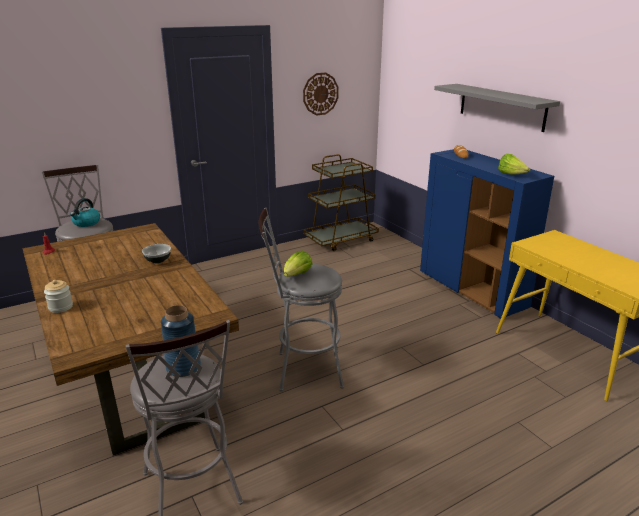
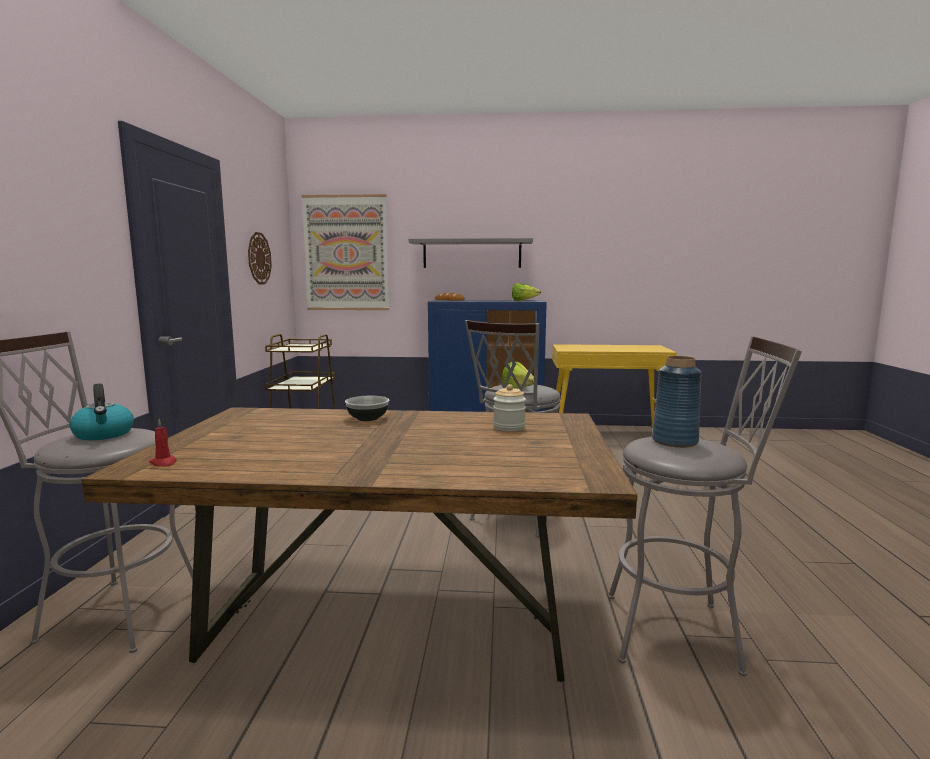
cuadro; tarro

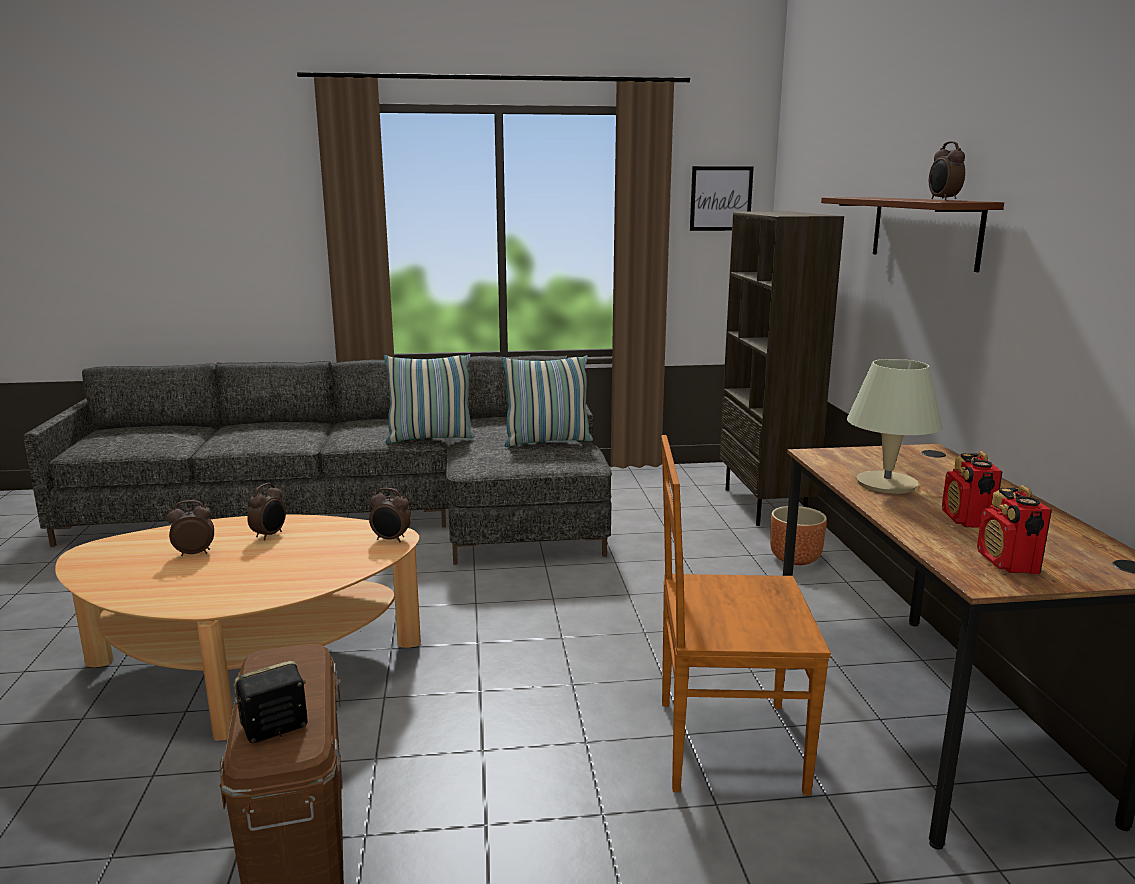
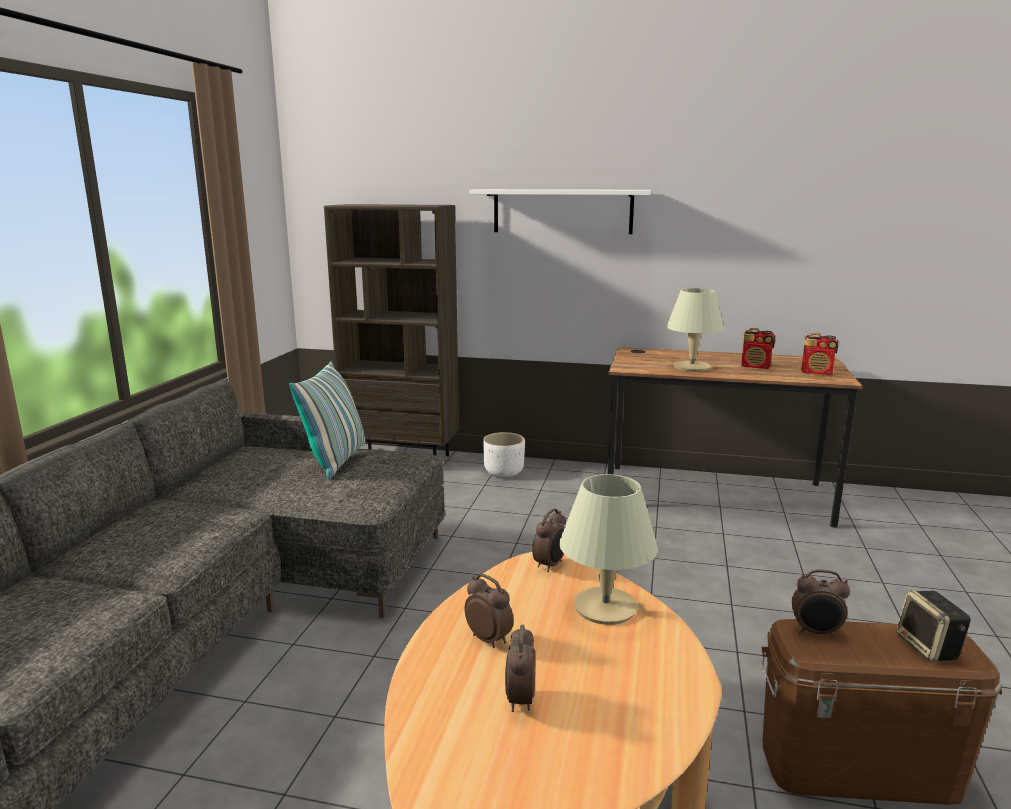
cojín (no. 1 from left in the first image); silla [marrón]; cuadro; lámpara de mesa [beis] (no. 1 from left); despertador (no. 4 from left); maceta [blanco]; estante [blanco]

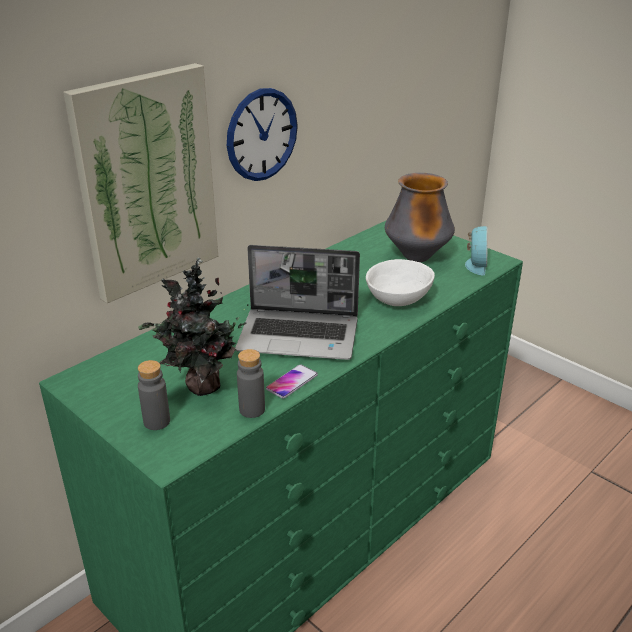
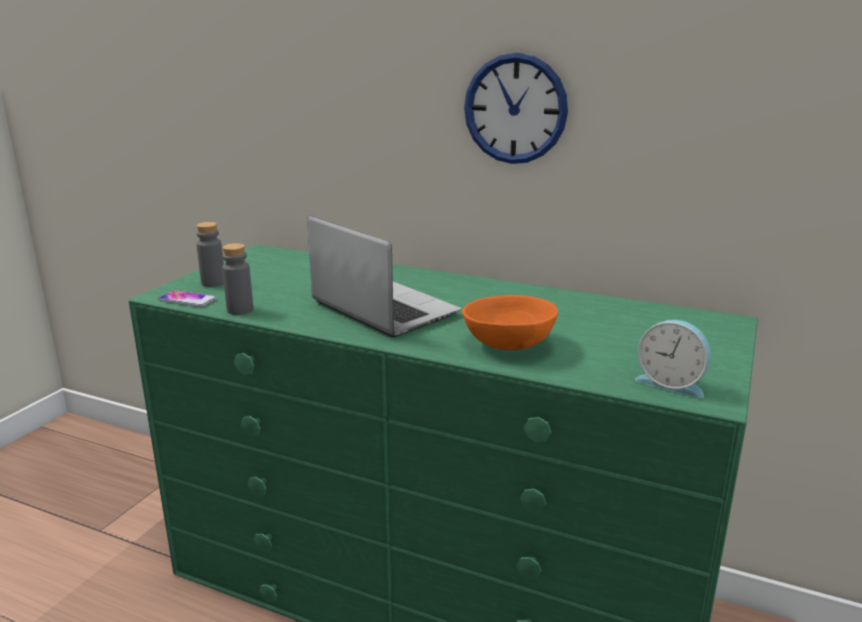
cuadro; planta en maceta; florero; móvil; cuenco [naranja]; portátil; despertador

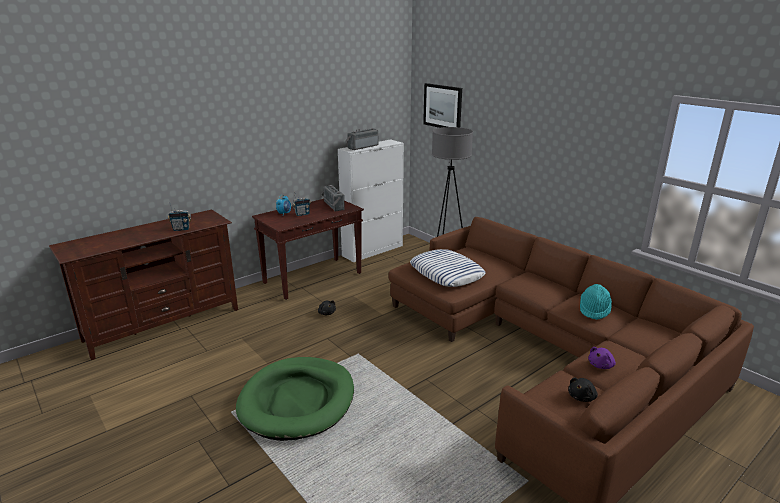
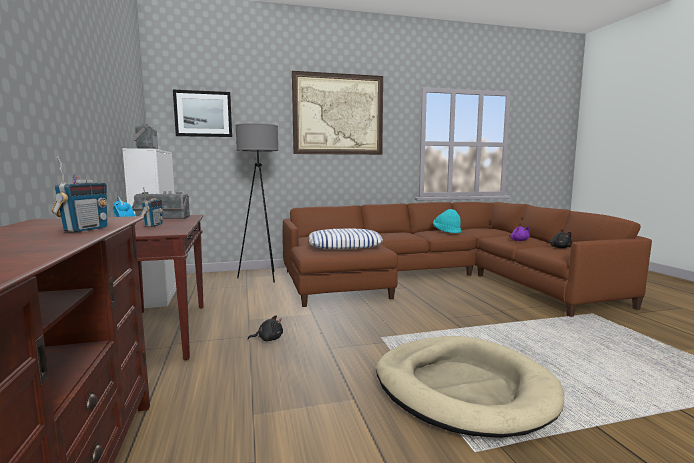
cuadro (no. 2 from left); cama para perro [beis]

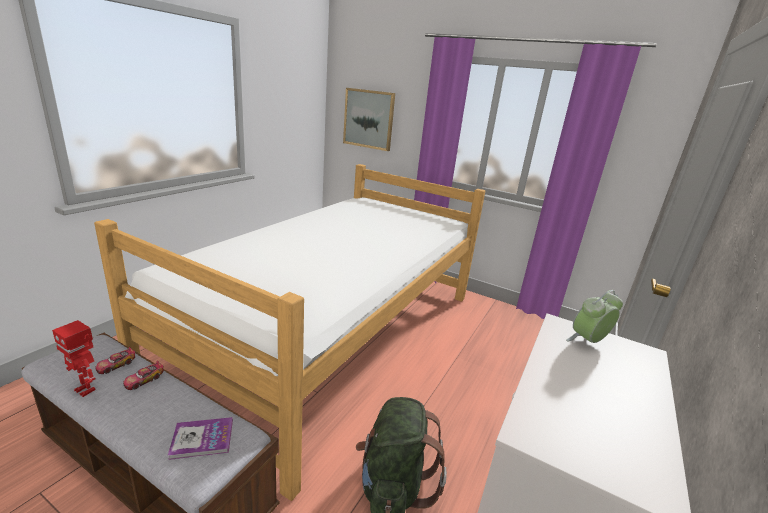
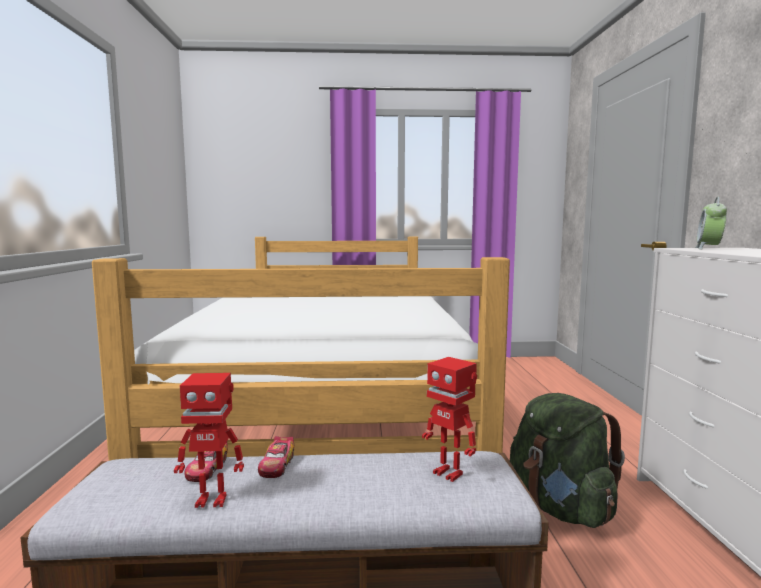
cuadro; robot de juguete (no. 2 from left)

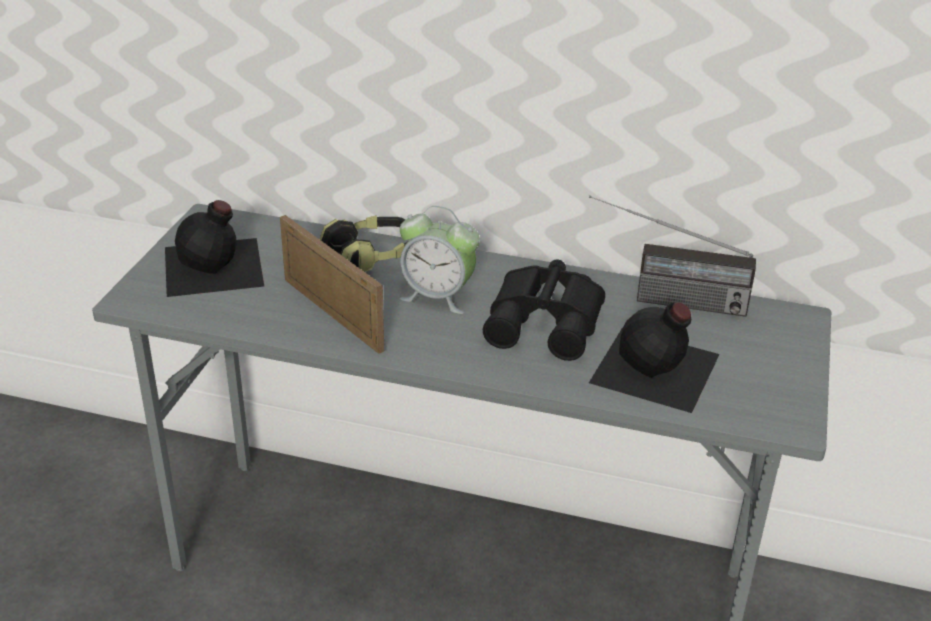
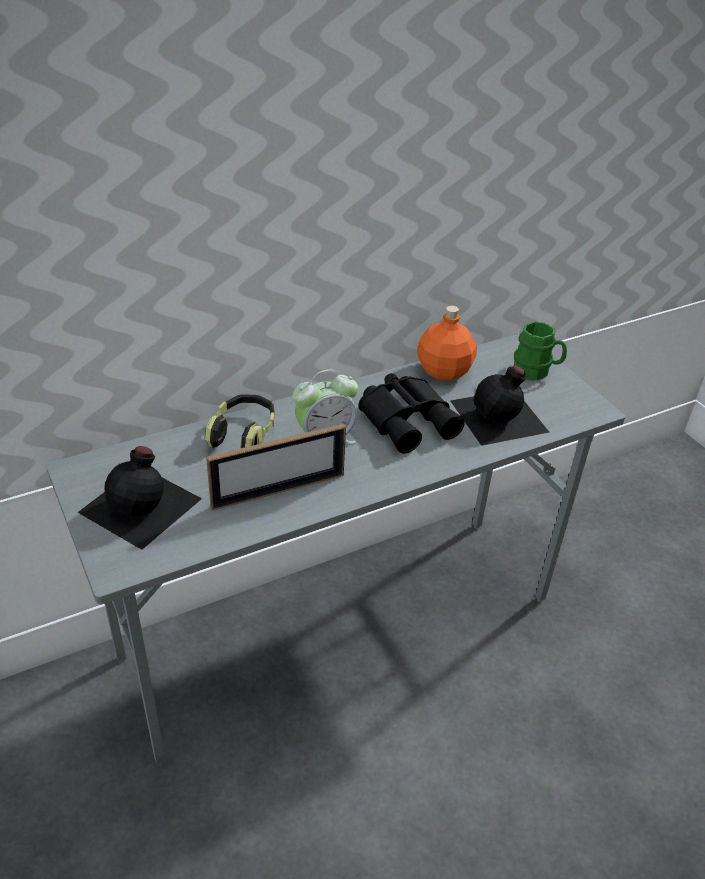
taza grande [verde]; botella [naranja]; portarretratos

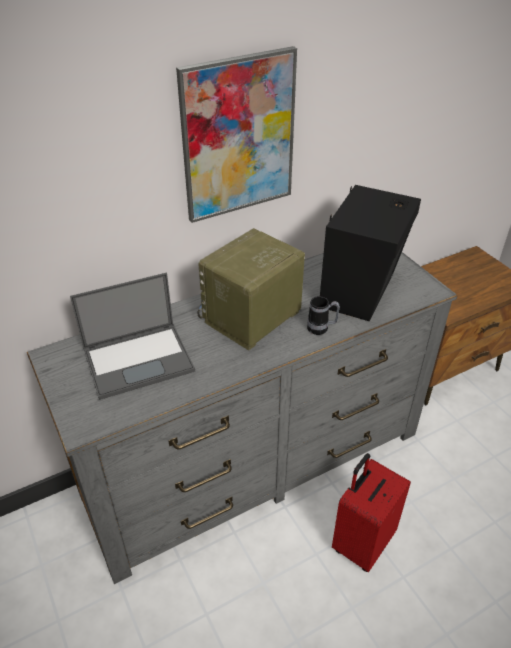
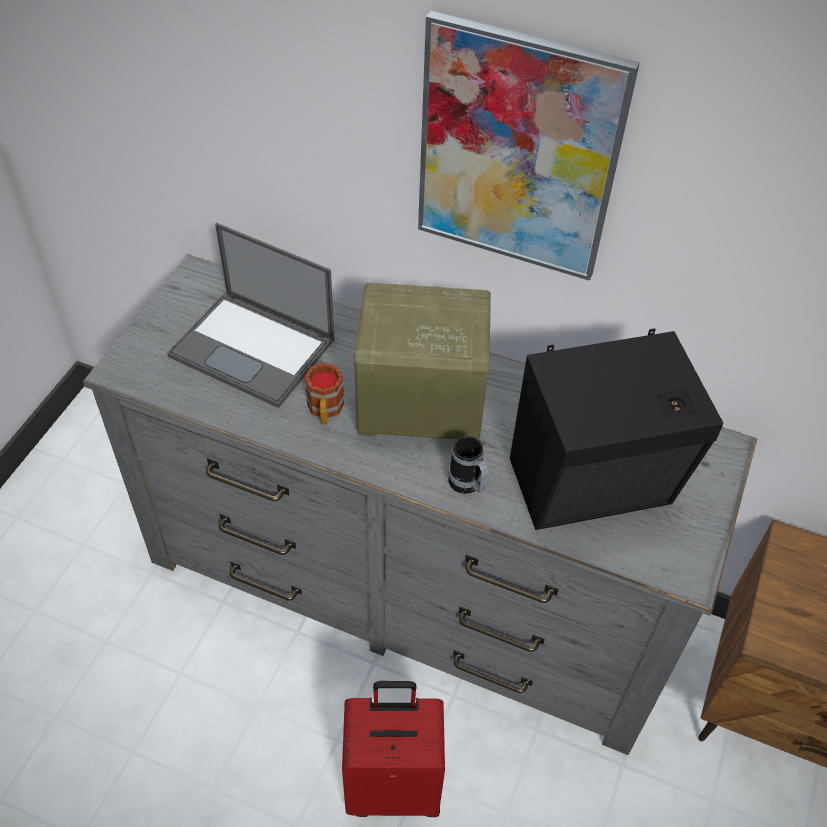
taza grande (no. 1 from left)

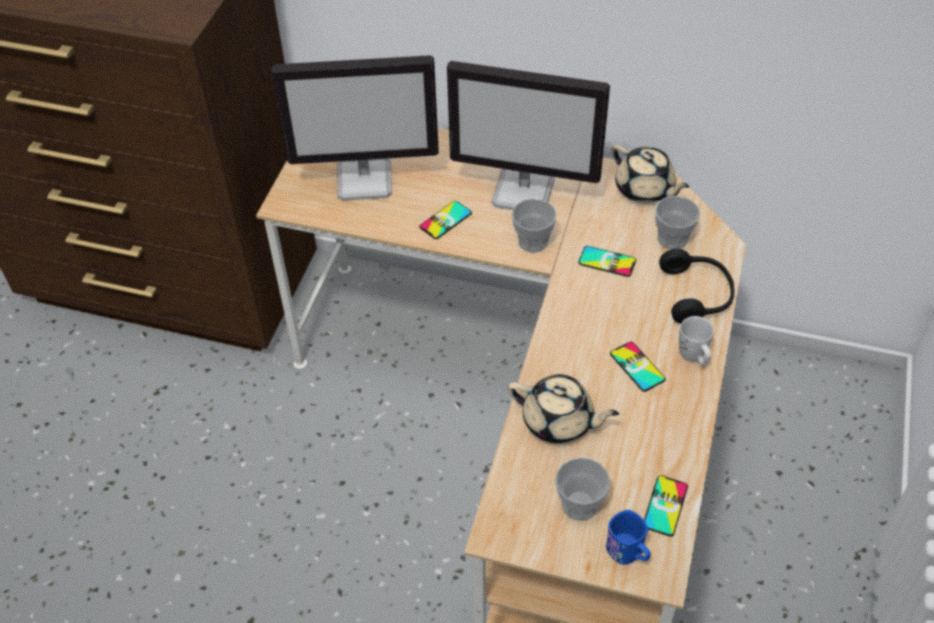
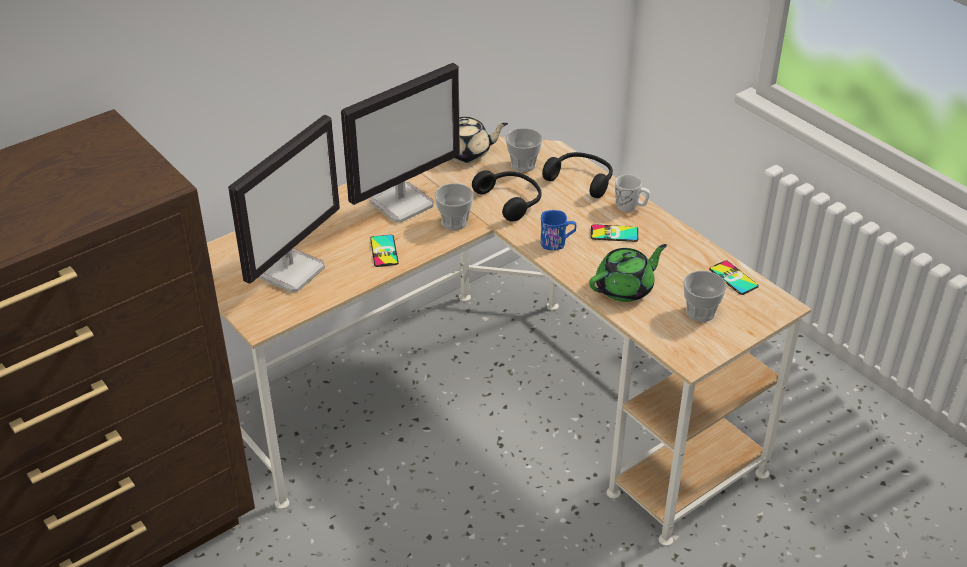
taza grande [azul]; auriculares [negro] (no. 1 from left); tetera [verde]

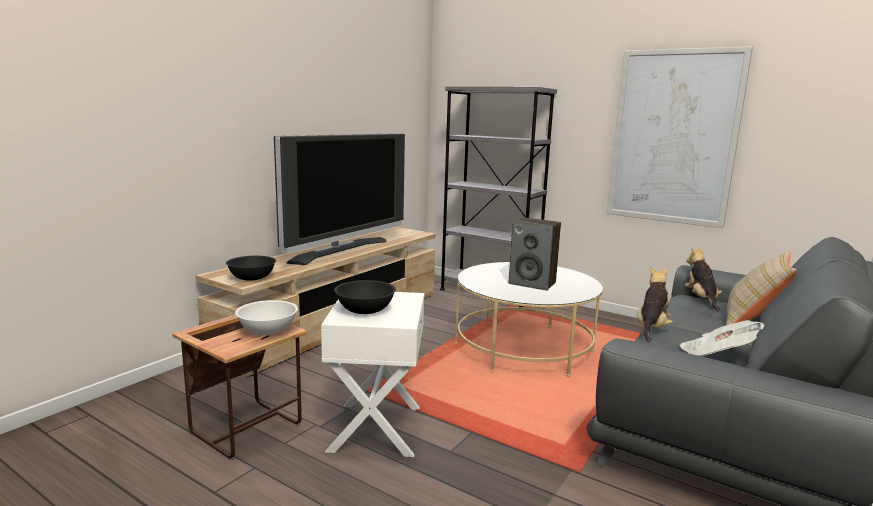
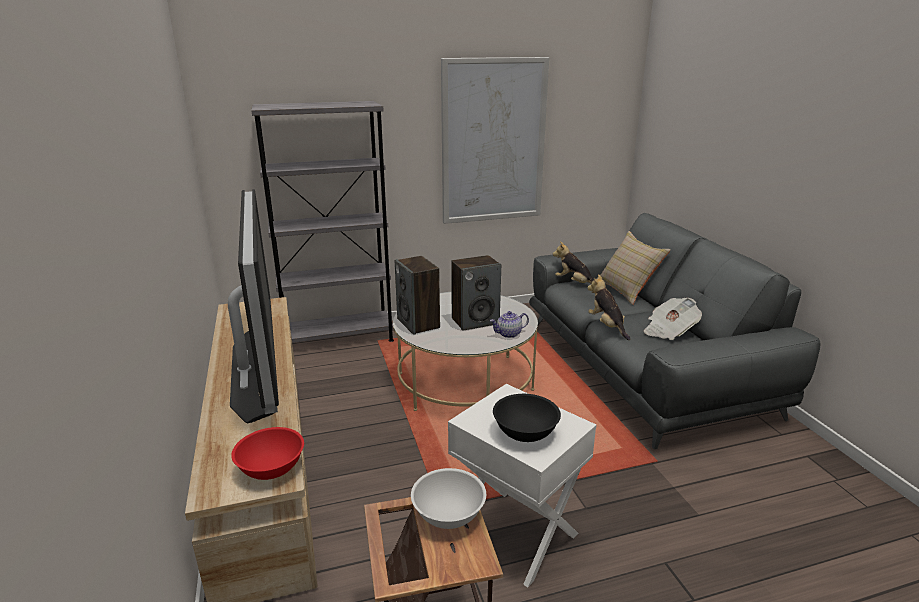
altavoz (no. 1 from left); tetera; cuenco [rojo]

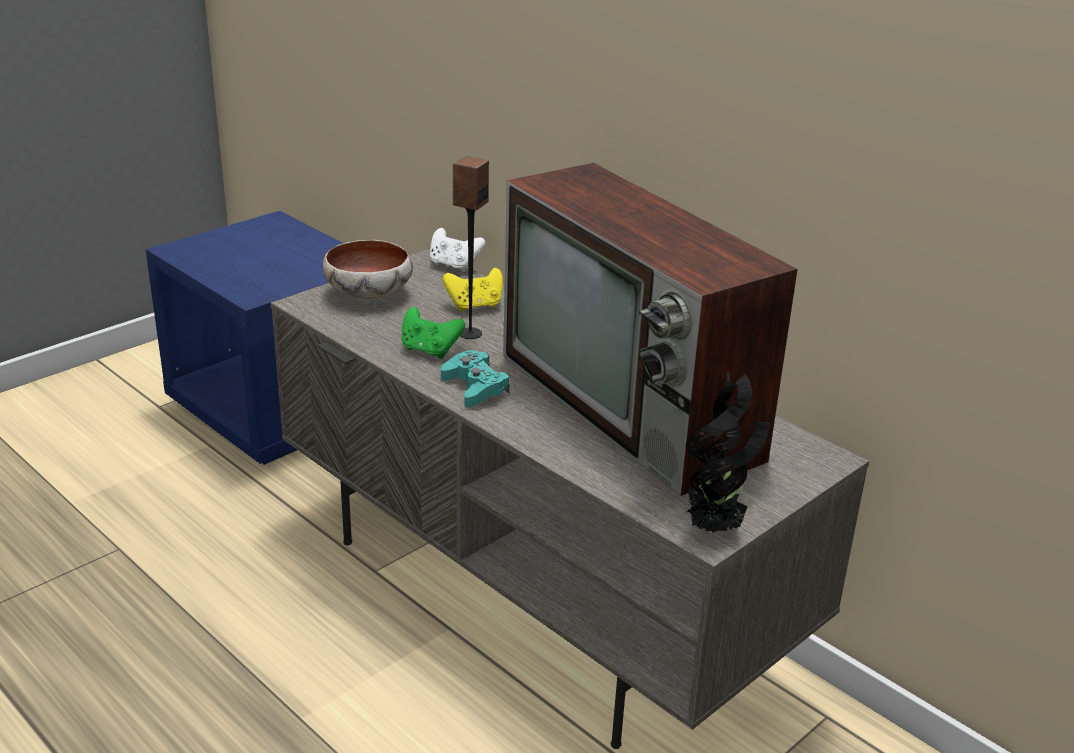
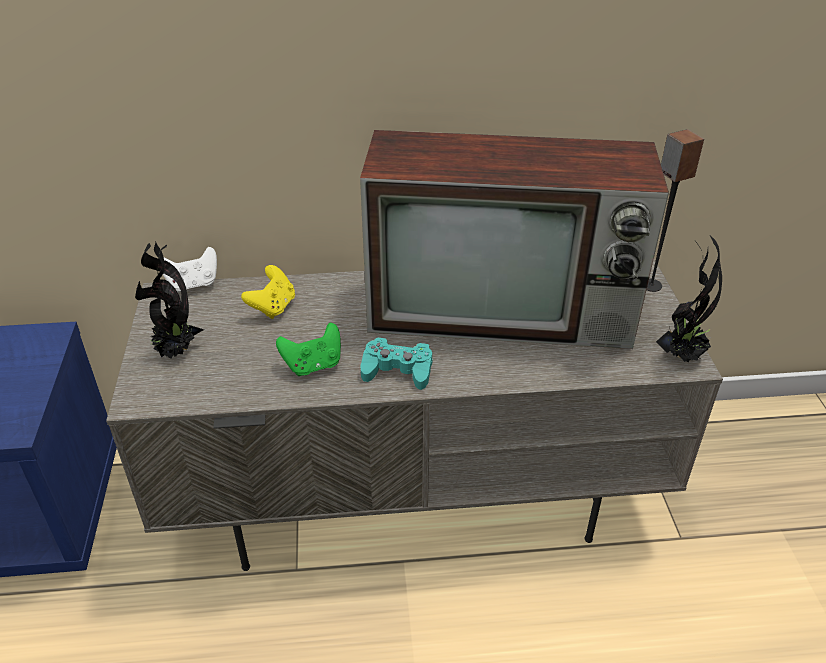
altavoz; planta en maceta (no. 1 from left)

